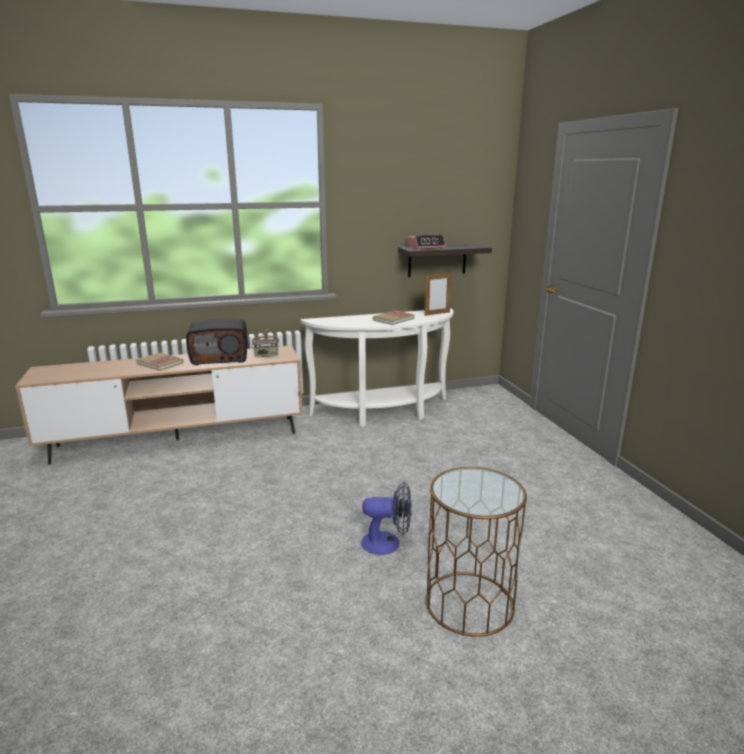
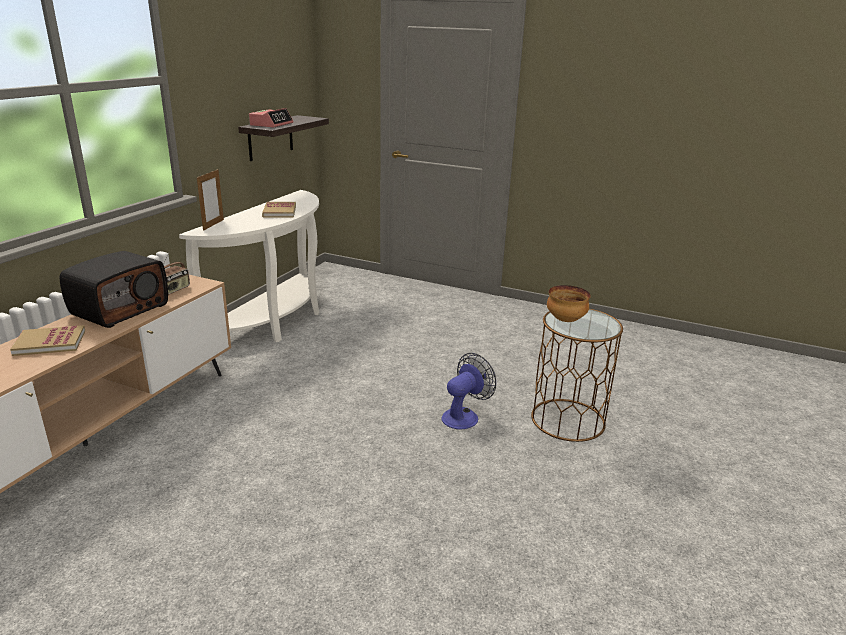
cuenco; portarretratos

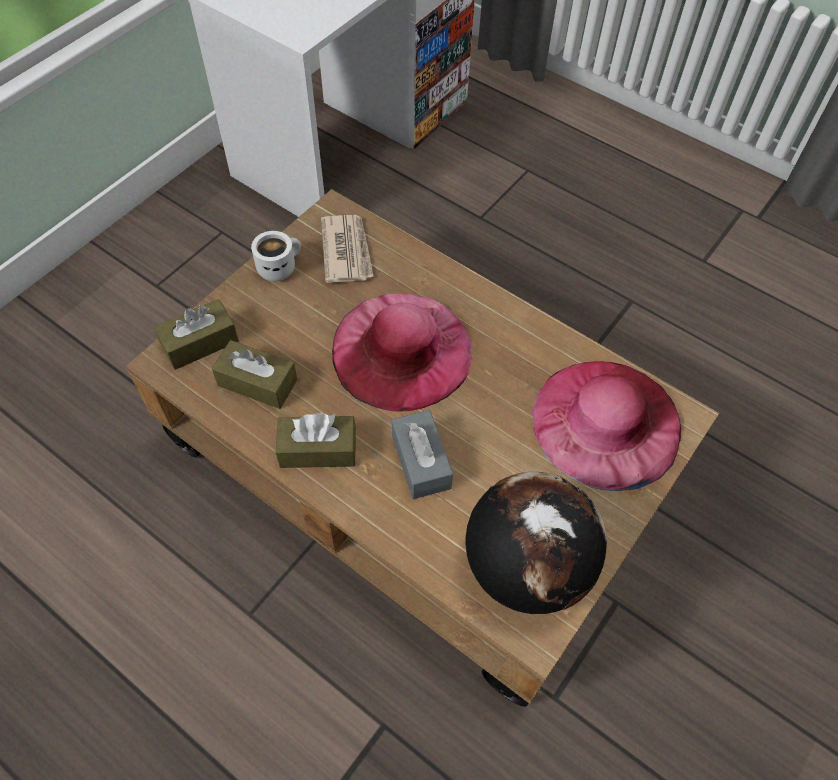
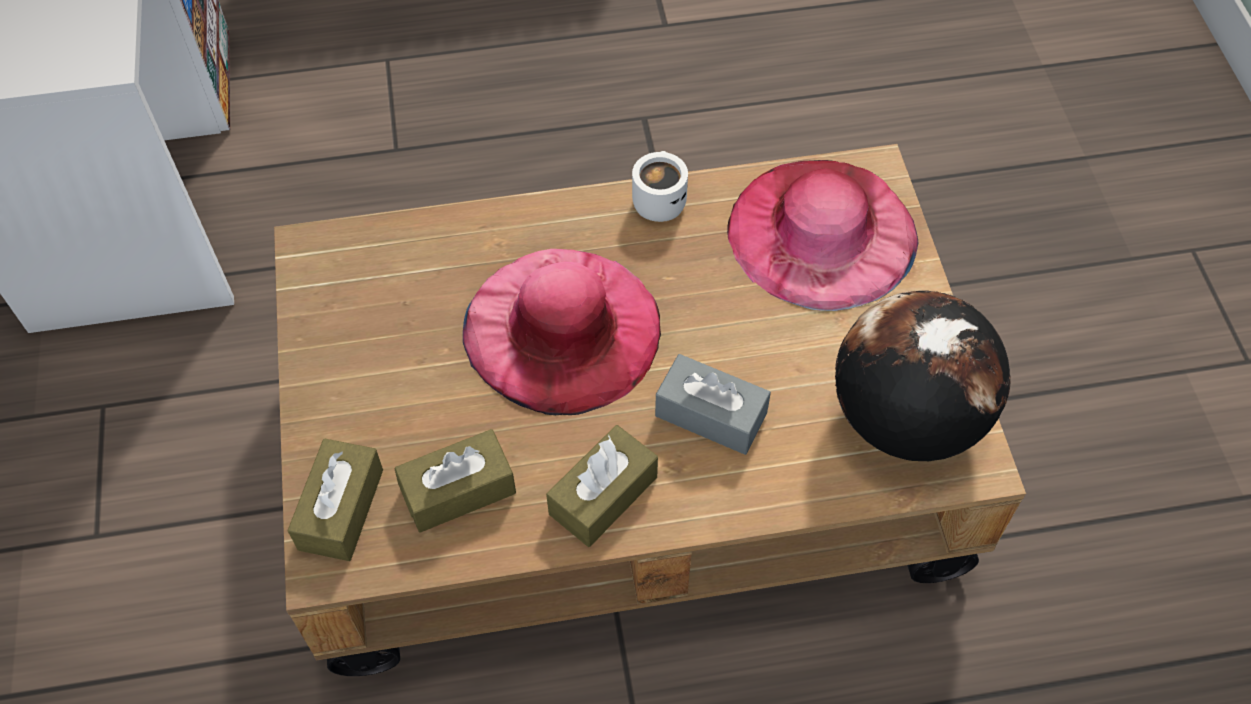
periódico; taza grande [blanco]

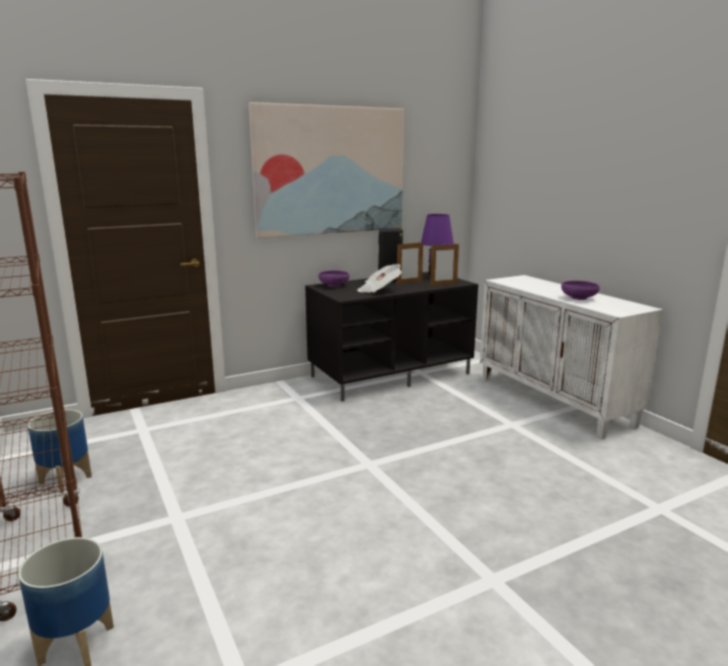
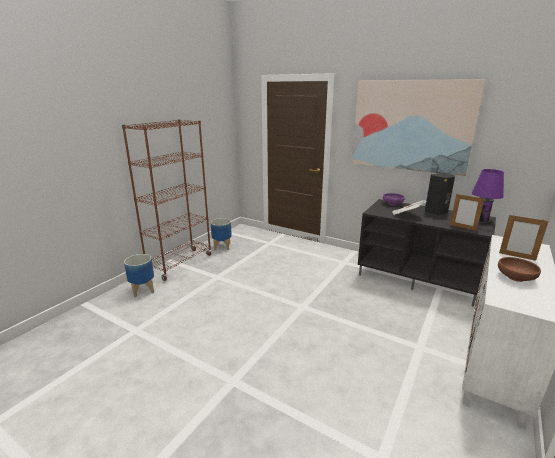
portarretratos (no. 2 from left); cuenco [marrón]

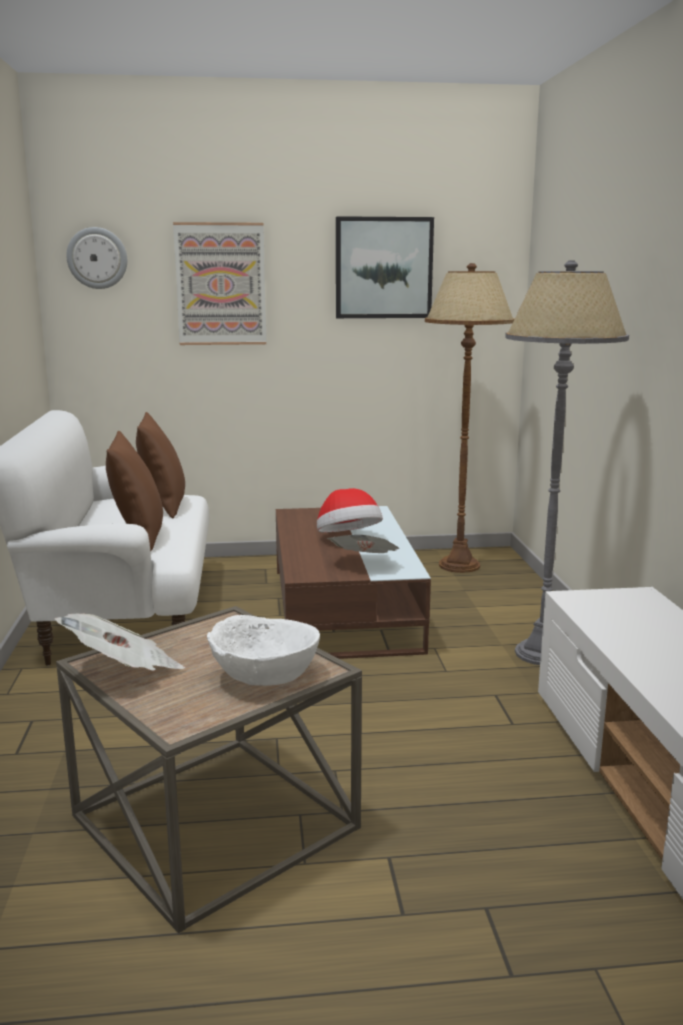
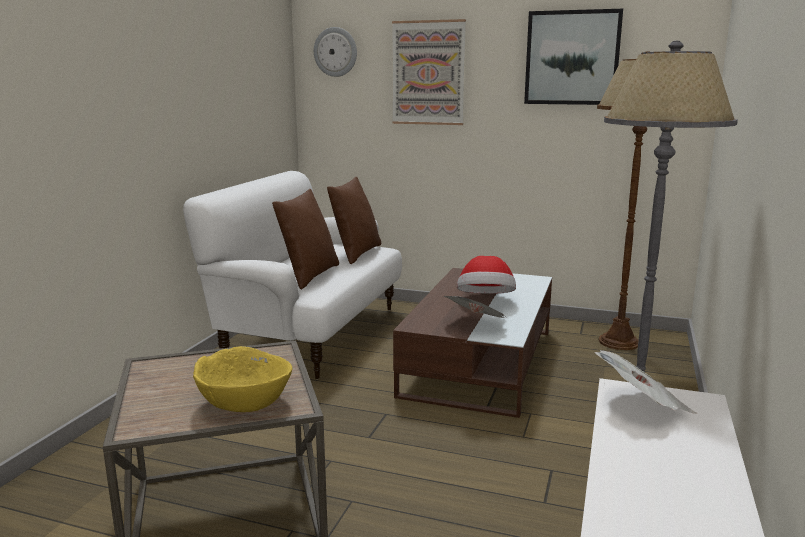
periódico (no. 2 from left); cuenco [amarillo]

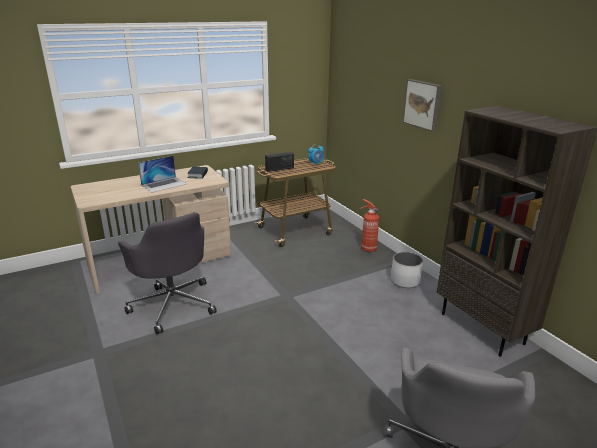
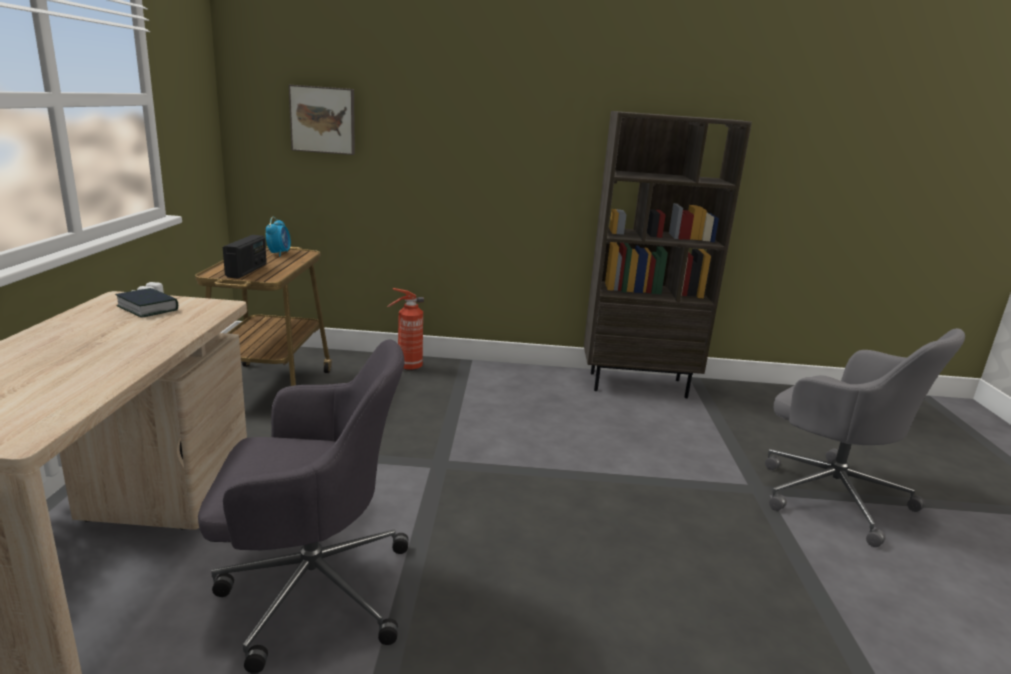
portátil; maceta [blanco]; cuadro

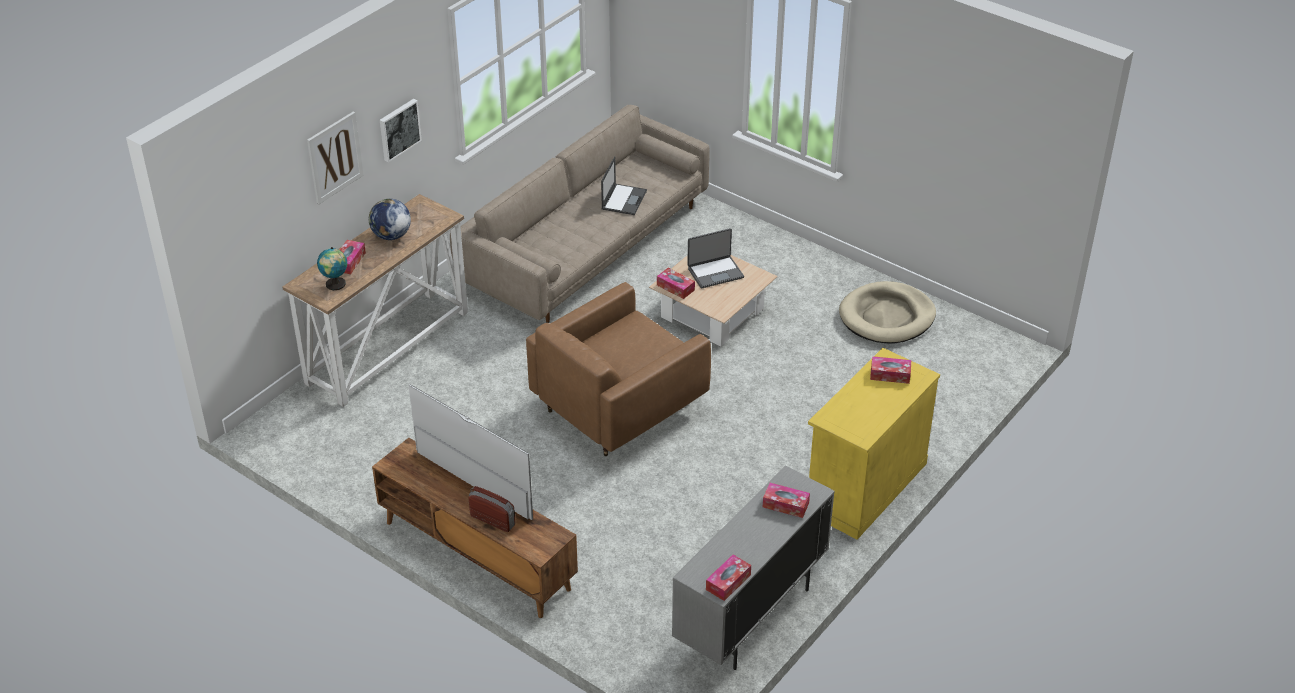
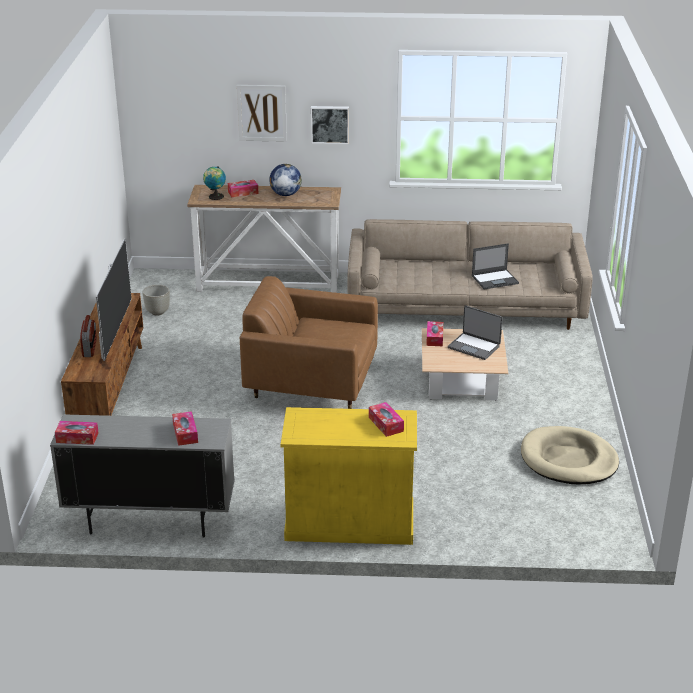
maceta [gris]

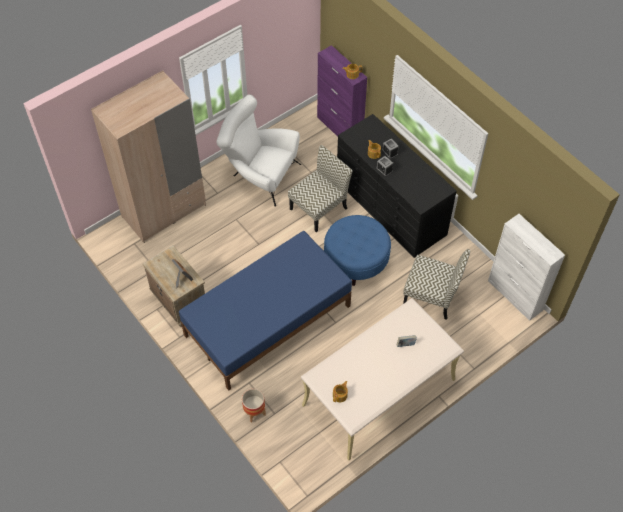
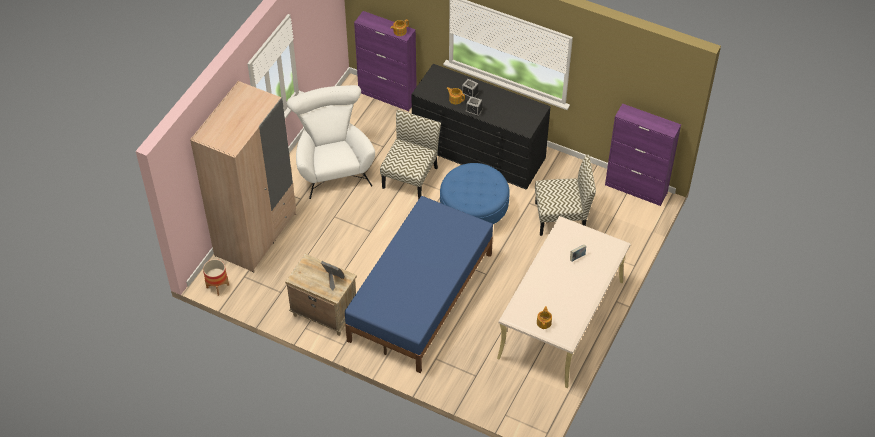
maceta; armario [morado] (no. 2 from left); sillón [blanco]

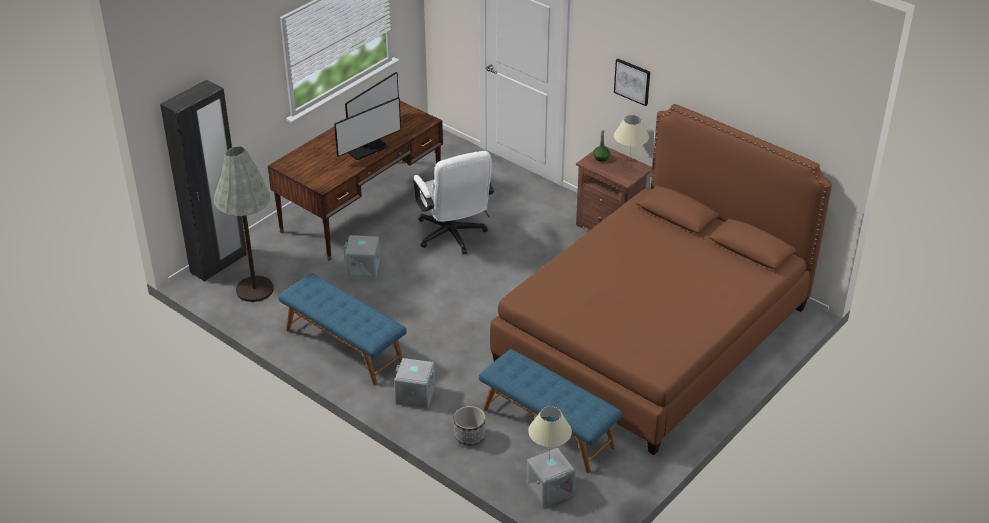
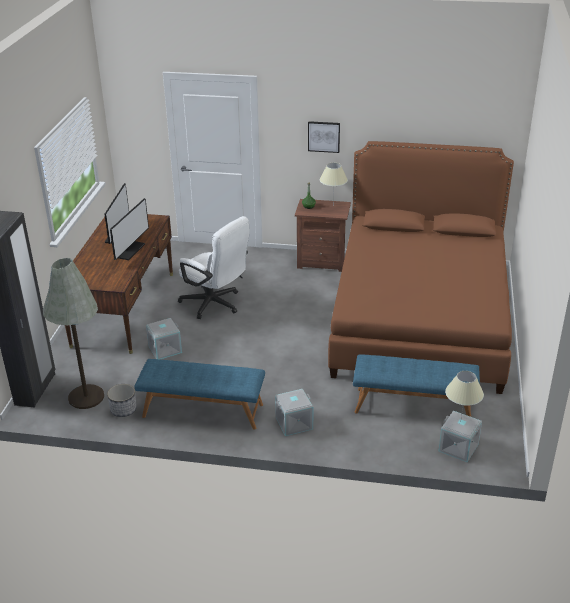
maceta

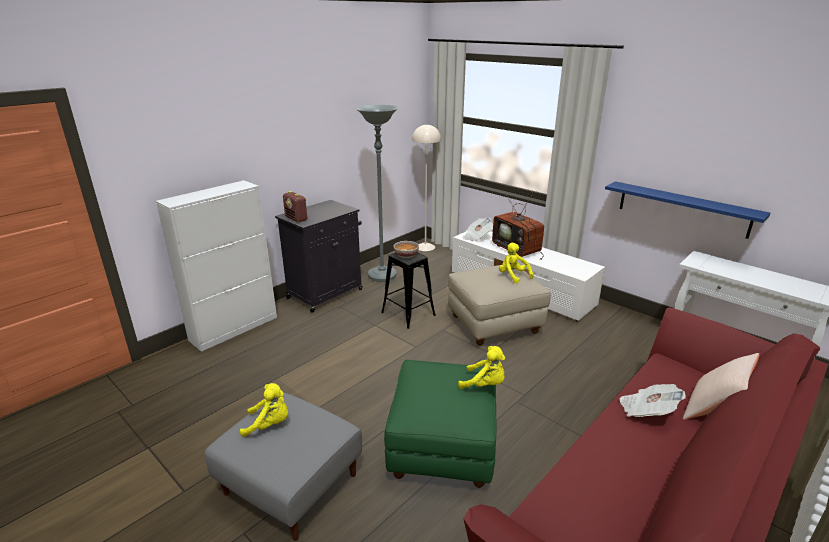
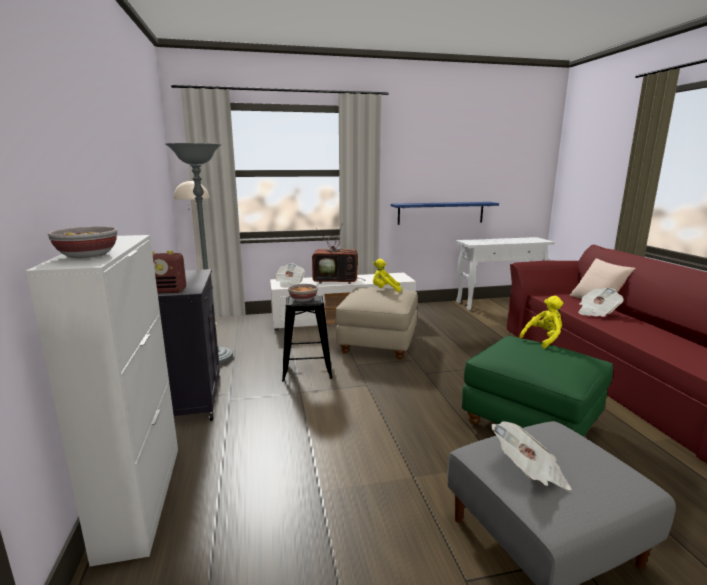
cuenco (no. 1 from left); periódico (no. 2 from left)

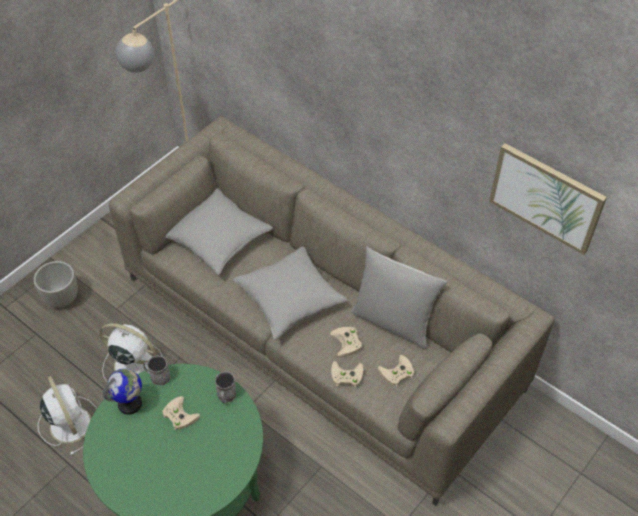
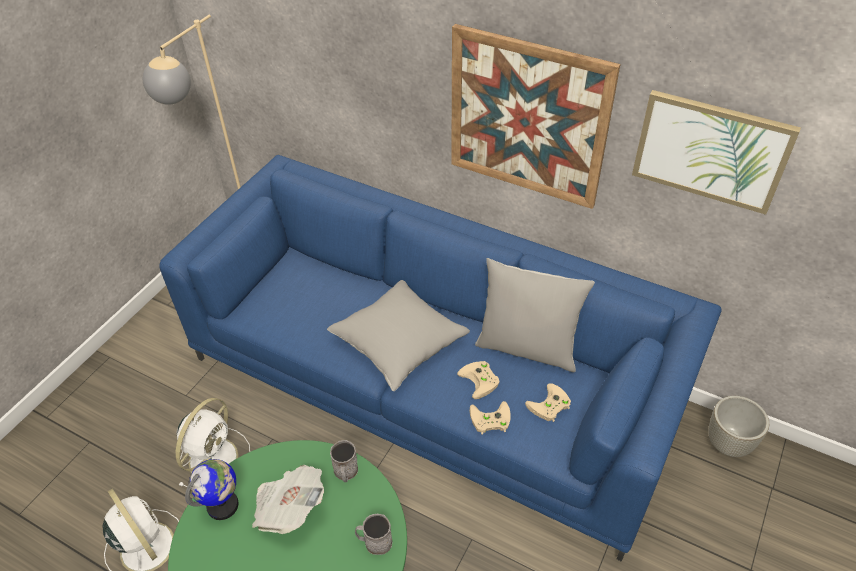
cojín [gris] (no. 1 from left in the first image); cuadro (no. 1 from left); maceta [gris]; taza grande [gris] (no. 2 from left); periódico; sofá [azul]; ventilador [blanco] (no. 2 from left)

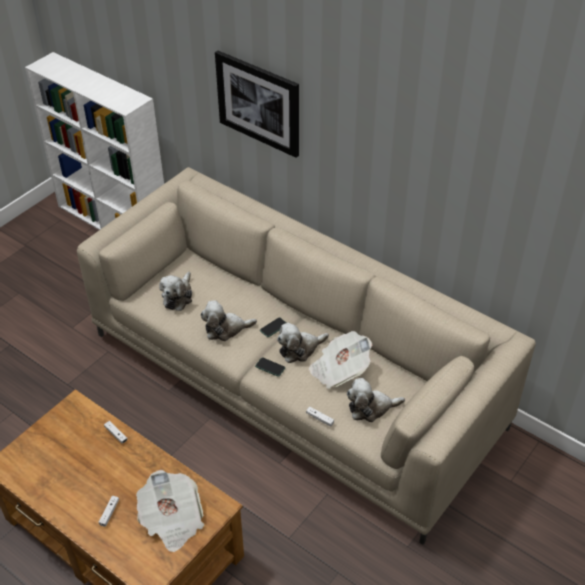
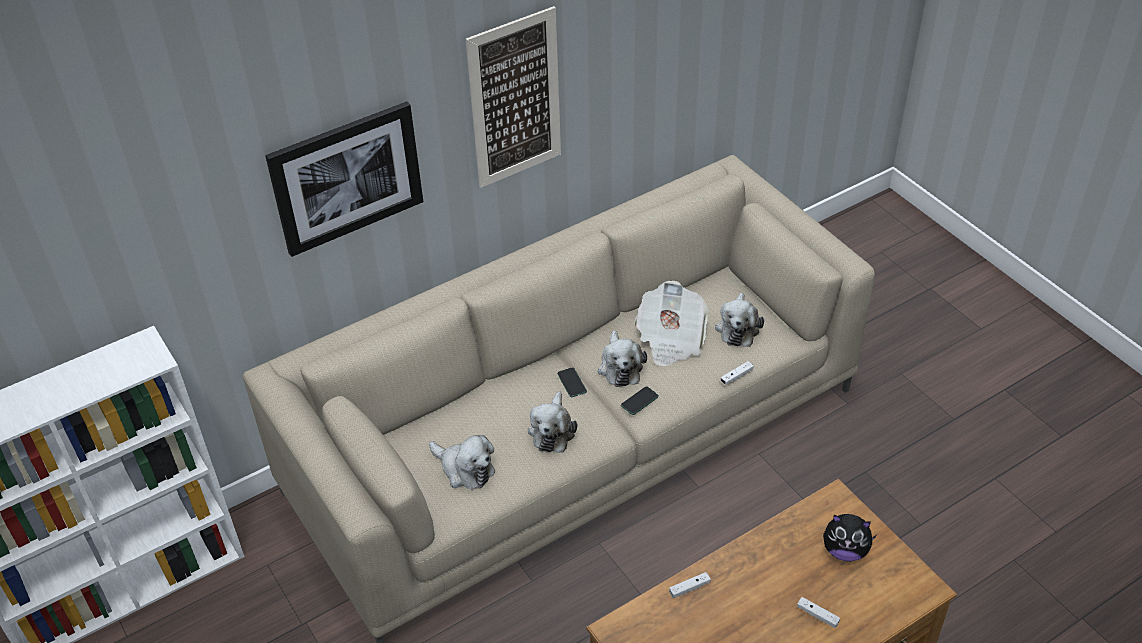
cuadro (no. 2 from left); peluche (no. 5 from left)

